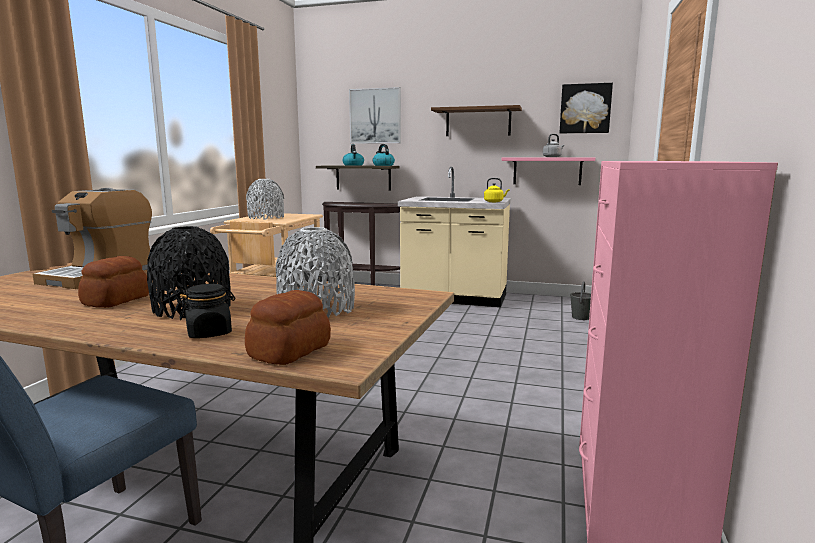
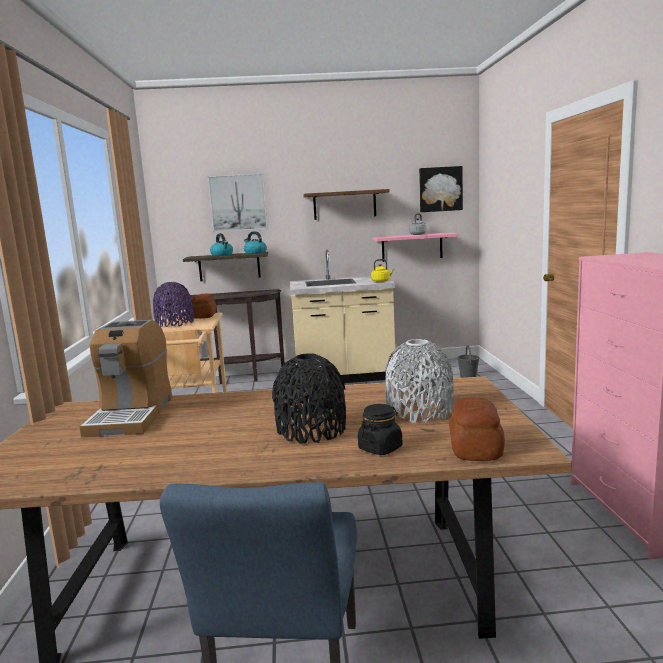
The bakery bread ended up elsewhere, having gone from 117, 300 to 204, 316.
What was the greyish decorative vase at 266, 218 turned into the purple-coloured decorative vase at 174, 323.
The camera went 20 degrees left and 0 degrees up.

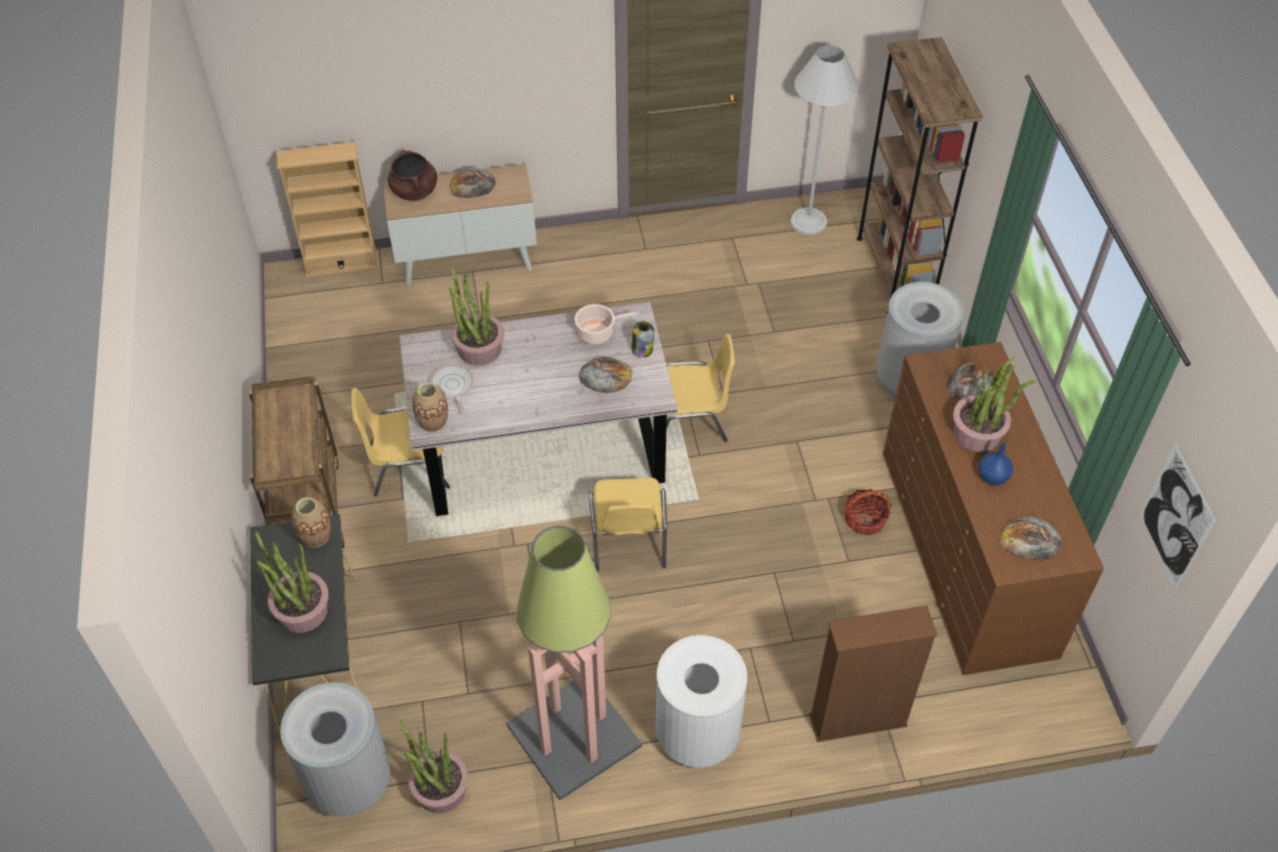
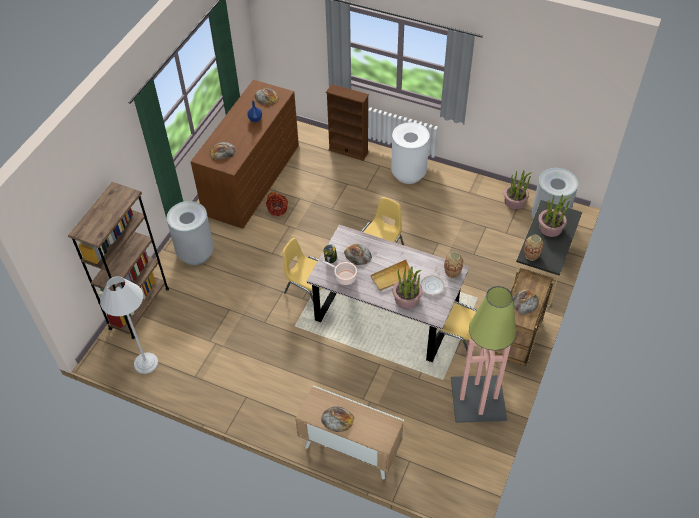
The second view lost the sand-coloured shelving unit at 342, 264.
The second view lost the brown-coloured stockpot at 414, 191.
The second view lost the potted plant at 978, 433.
The second view lost the wall picture at 1175, 517.
The second view gained the sand-coloured tray at 393, 277.
The second view gained the bakery bread at 525, 302.
The standing lamp ended up elsewhere, having gone from 573, 737 to 478, 398.
The camera went 145 degrees left and 0 degrees up.

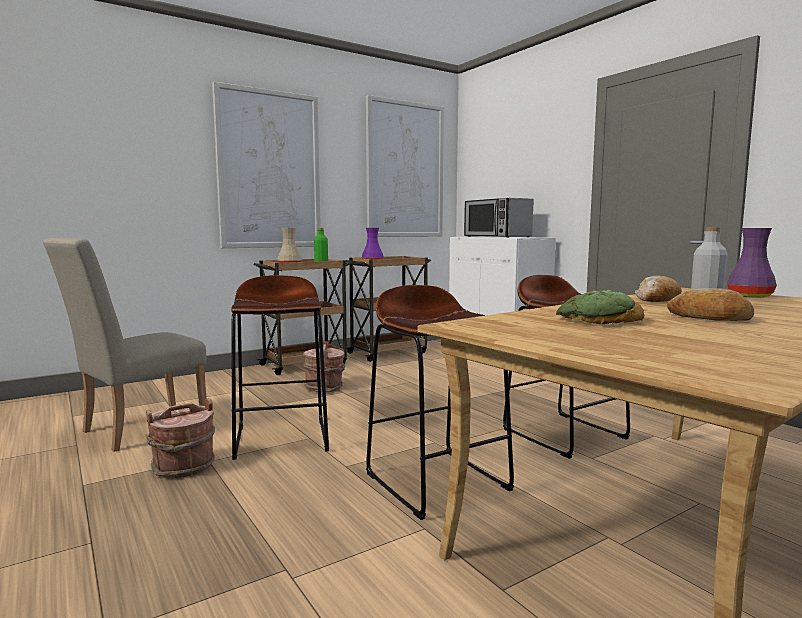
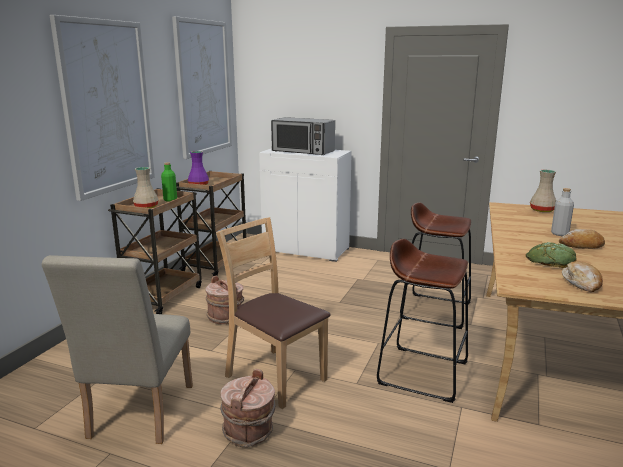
The bakery bread ended up elsewhere, having gone from 657, 299 to 582, 283.
Where the brown-coloured stool stood at 282, 438, the brown-coloured plain chair came to stand at 275, 377.
What was the purple-coloured decorative vase at 748, 296 turned into the sand-coloured decorative vase at 541, 210.
The camera went 35 degrees left and 10 degrees up.

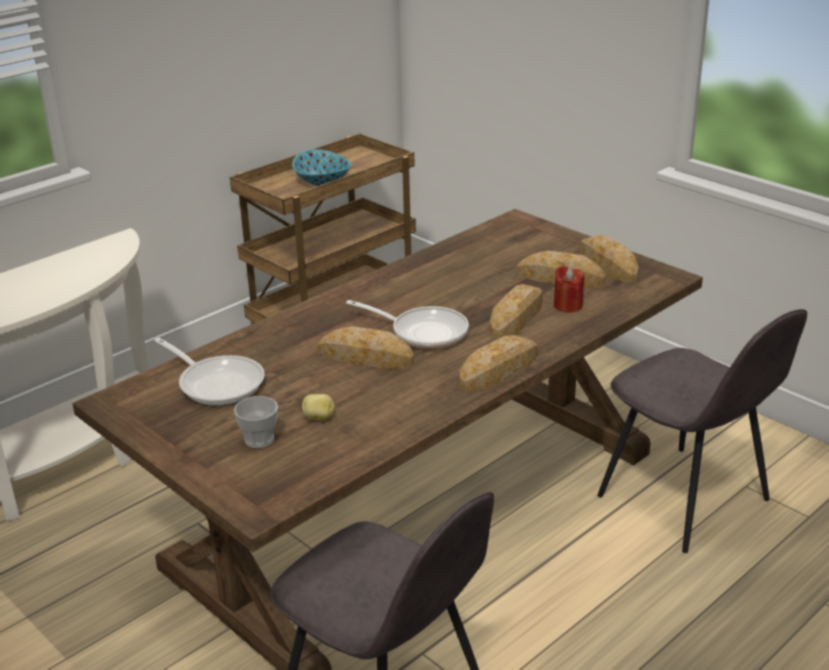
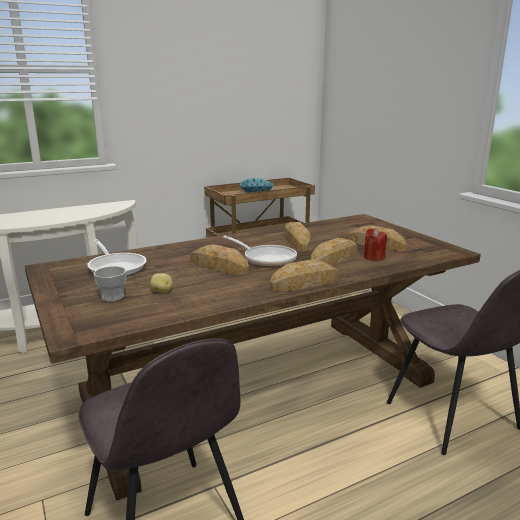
The bakery bread ended up elsewhere, having gone from 607, 264 to 296, 241.
The camera went 15 degrees right and 10 degrees down.

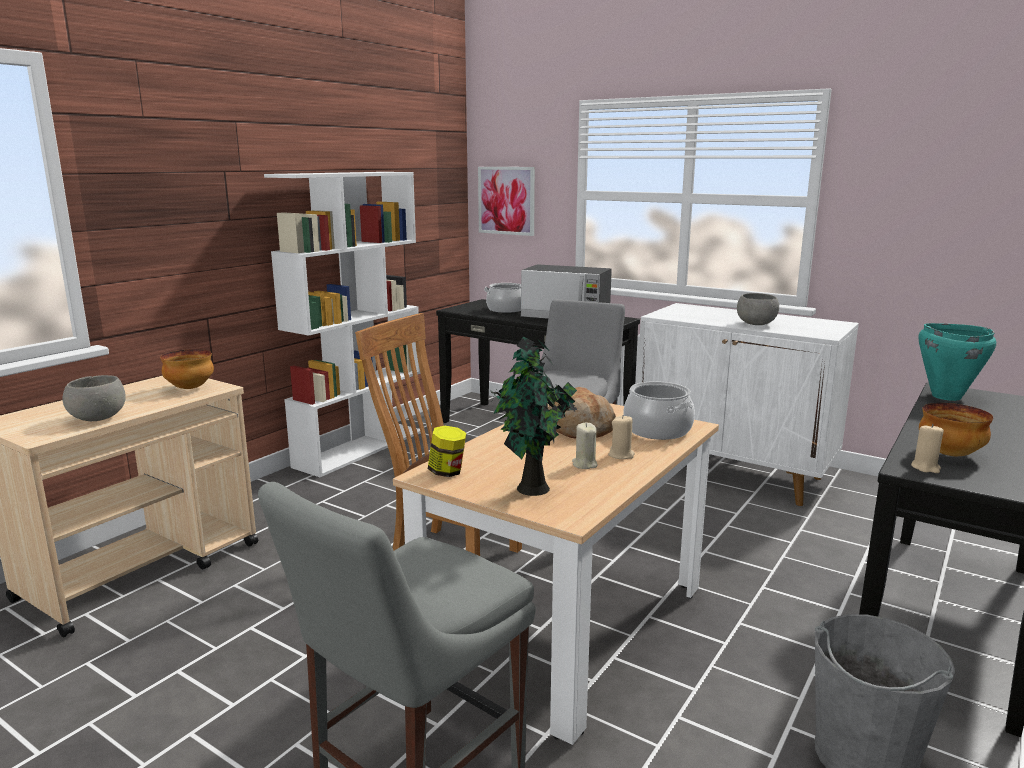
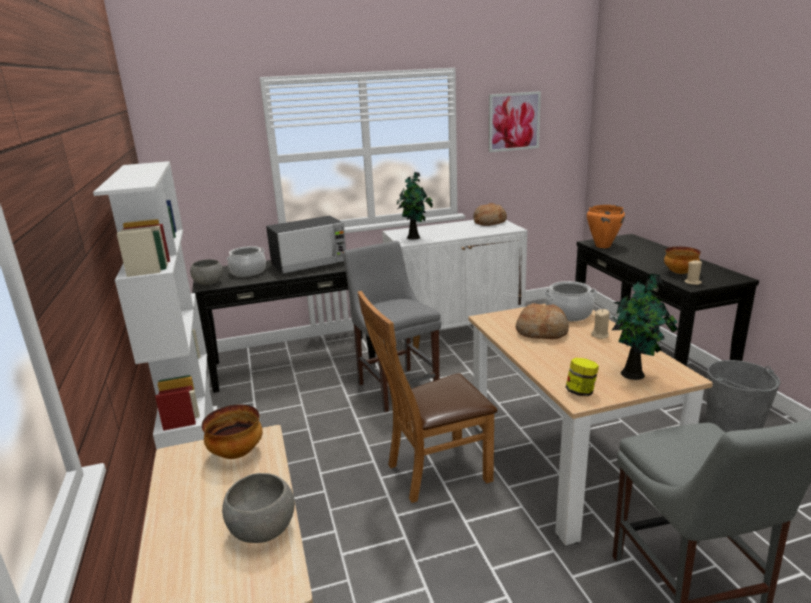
The second view lost the sand-coloured candle at 584, 464.
The second view gained the potted plant at 414, 237.
The second view gained the bakery bread at 489, 222.
The wall picture ended up elsewhere, having gone from 506, 200 to 513, 121.
The greyish deep dish ended up elsewhere, having gone from 756, 324 to 209, 283.
What was the turquoise stockpot at 945, 396 turned into the orange stockpot at 602, 246.
The camera went 50 degrees left and 5 degrees up.

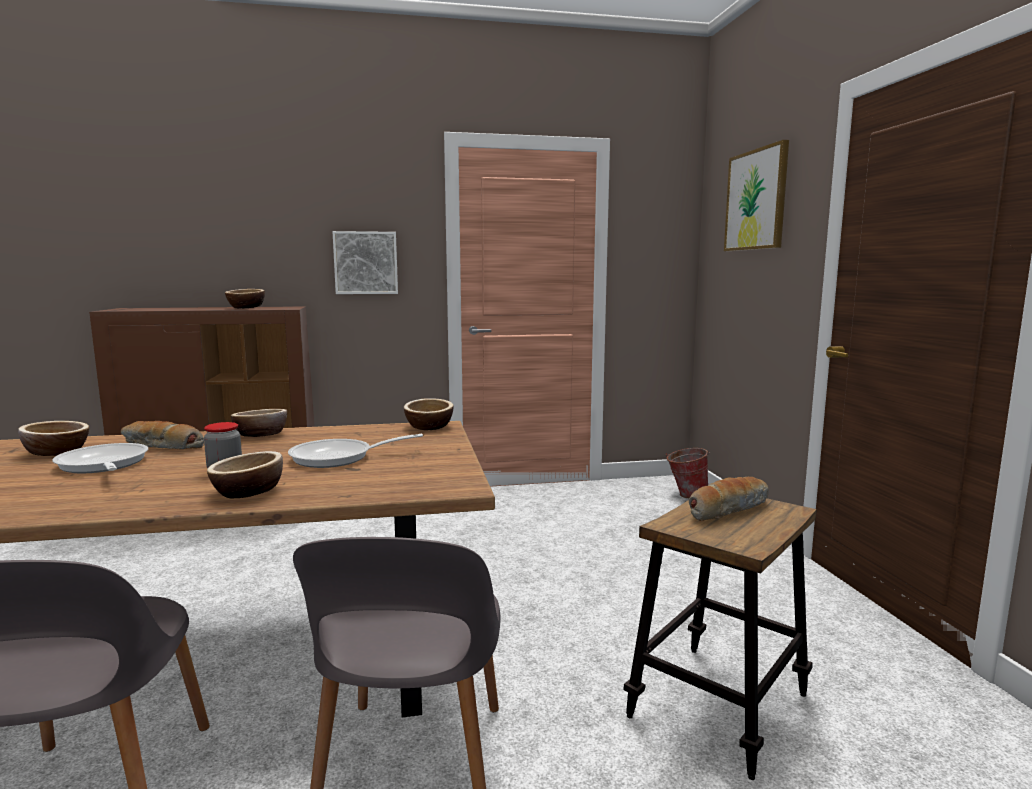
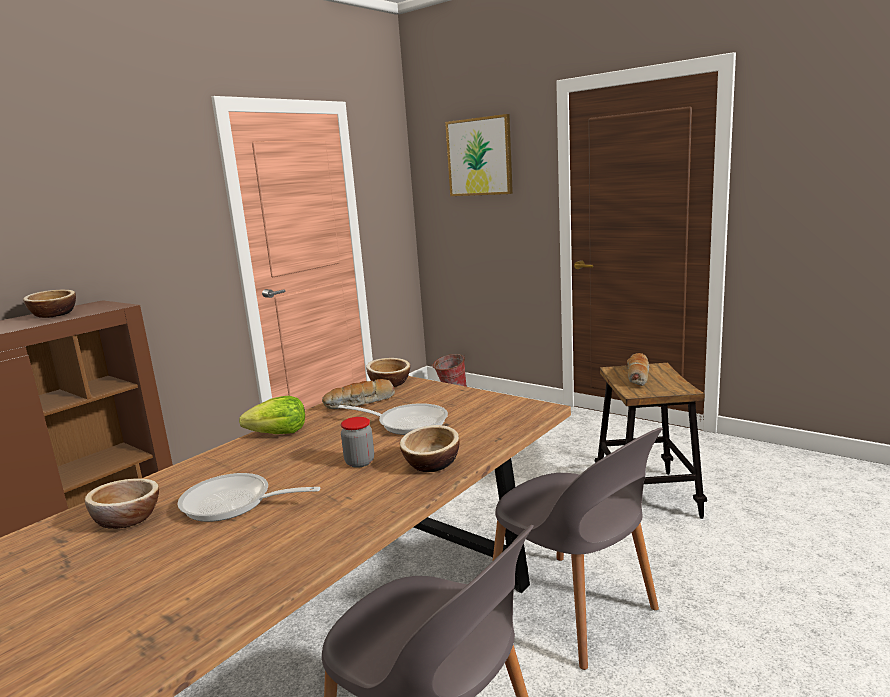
The second view lost the wall picture at 366, 263.
The bakery bread ended up elsewhere, having gone from 161, 446 to 360, 403.
Where the deep dish stood at 261, 435, the lettuce head came to stand at 279, 433.
The pan at 339, 458 ended up facing another way, 105 degrees counterclockwise from before.
The camera went 40 degrees left and 5 degrees up.

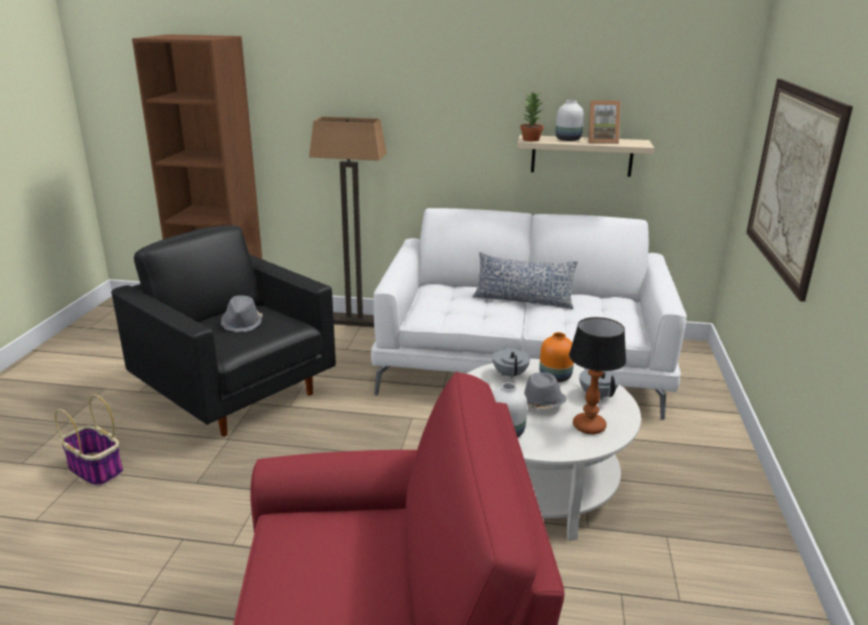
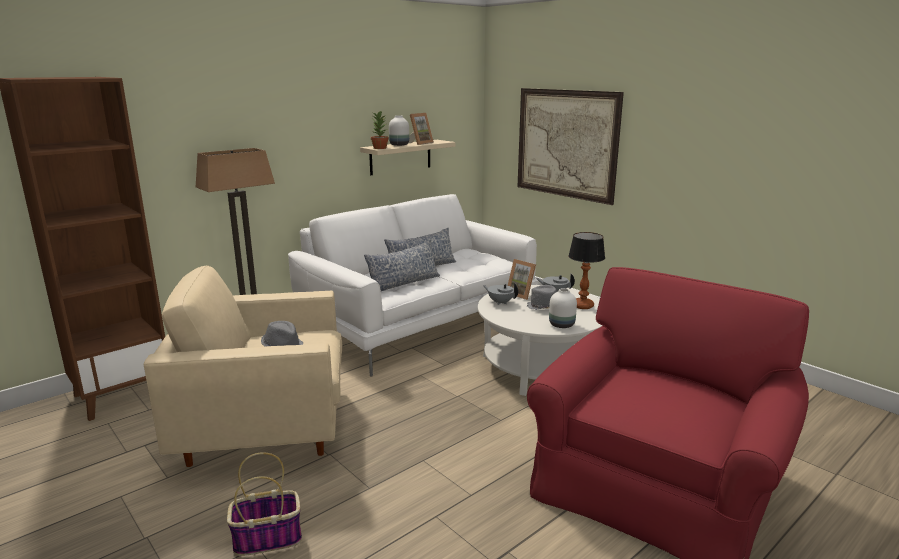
The second view gained the cushion at 403, 283.
Where the orange decorative vase stood at 556, 377, the photo frame came to stand at 522, 294.
What was the black-coloured easy chair at 236, 393 turned into the sand-coloured easy chair at 266, 428.
The camera went 50 degrees left and 5 degrees down.

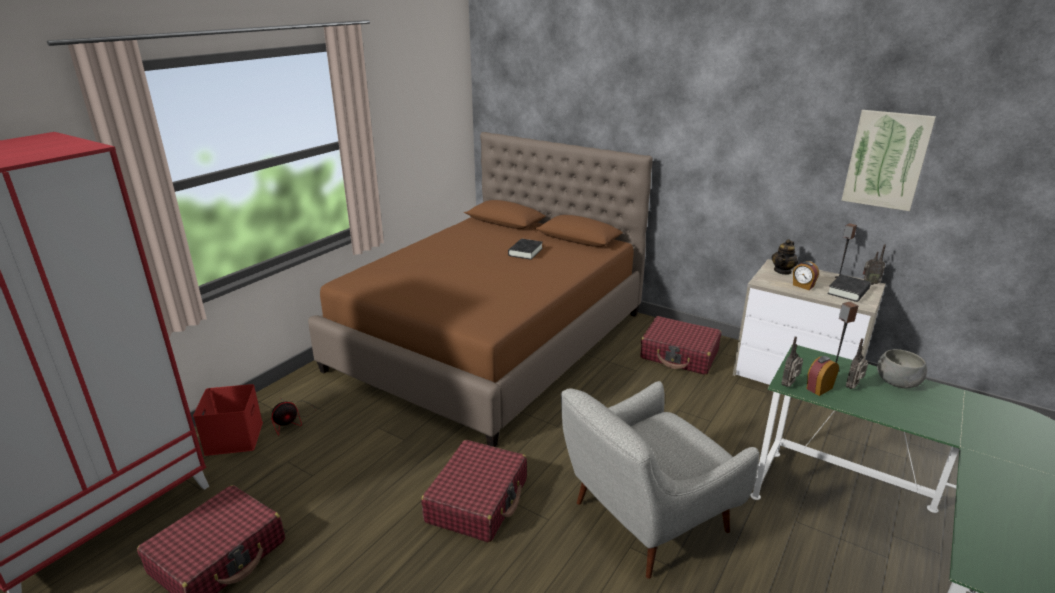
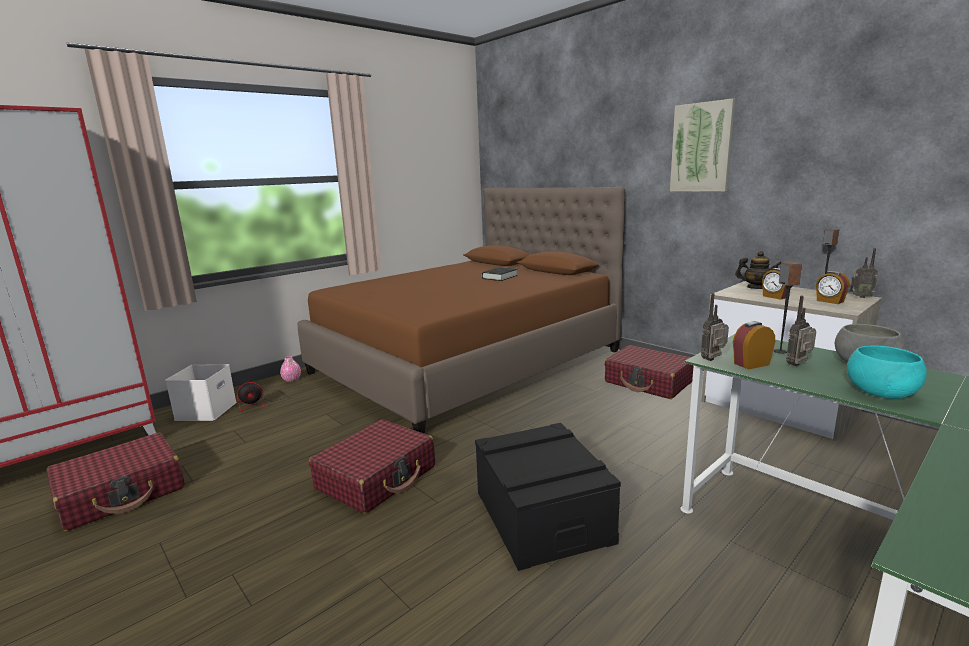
The second view gained the pink decorative vase at 291, 379.
The second view gained the turquoise deep dish at 880, 392.
The wall picture ended up elsewhere, having gone from 886, 160 to 701, 147.
Where the greyish easy chair stood at 644, 520, the black-coloured storage box came to stand at 542, 516.
Where the black-coloured book stood at 848, 291, the alarm clock came to stand at 829, 301.
What was the red storage box at 233, 437 turned into the white-coloured storage box at 206, 410.
The pot for tea at 782, 271 ended up facing another way, 120 degrees counterclockwise from before.
The camera went 15 degrees right and 10 degrees down.

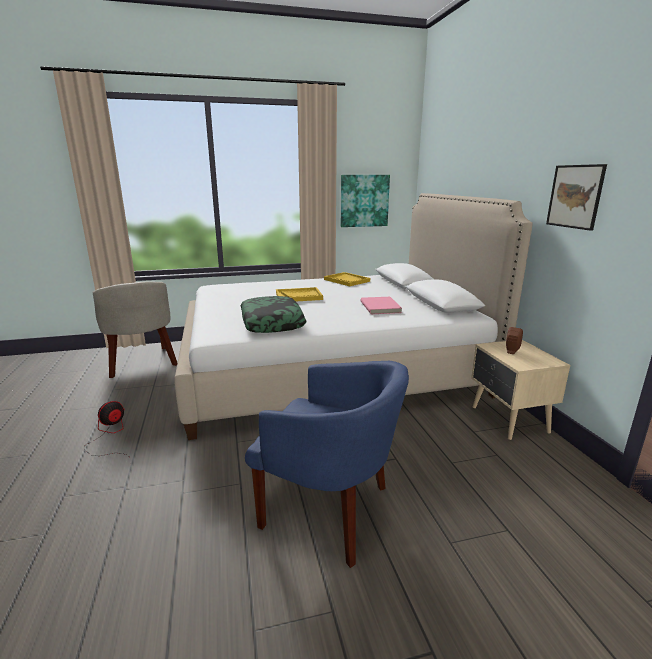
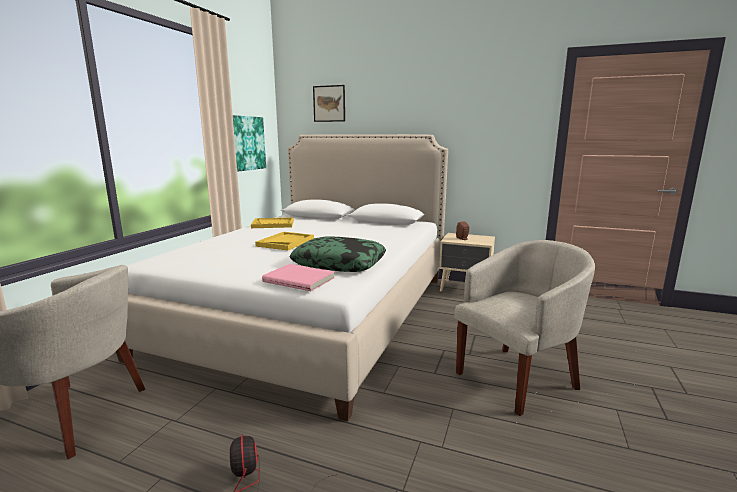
The pink book ended up elsewhere, having gone from 381, 307 to 300, 279.
The wall picture ended up elsewhere, having gone from 575, 196 to 329, 103.
What was the blue-coloured easy chair at 330, 510 turned into the sand-coloured easy chair at 517, 378.
The camera went 55 degrees left and 5 degrees down.

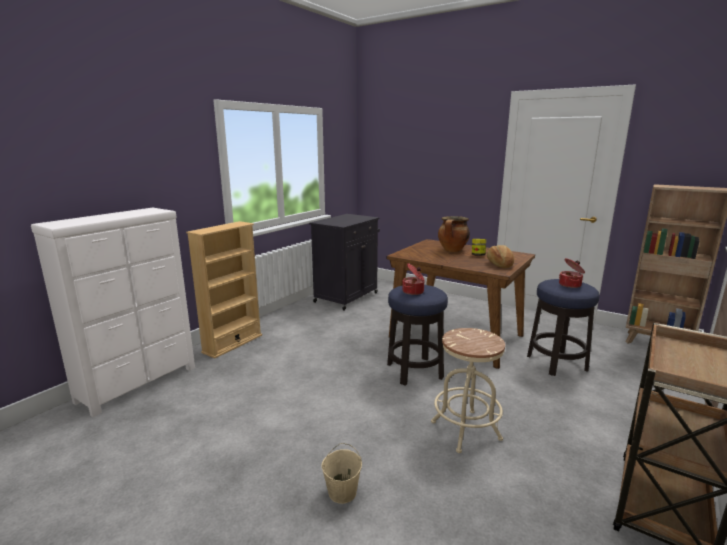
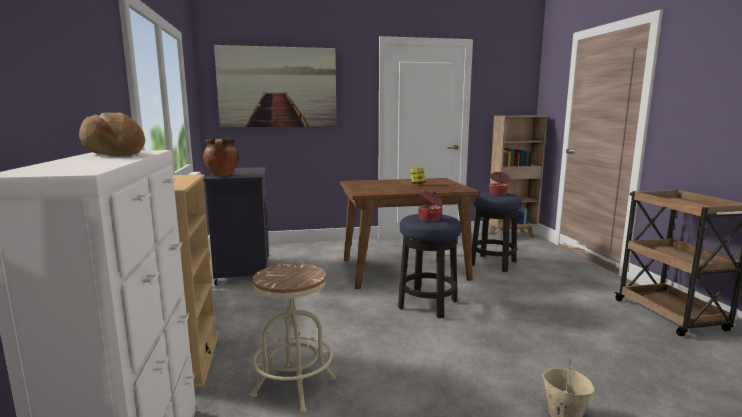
The second view gained the wall picture at 278, 87.
The sand-coloured stool ended up elsewhere, having gone from 465, 430 to 294, 387.
The stockpot ended up elsewhere, having gone from 452, 250 to 222, 175.
The bakery bread ended up elsewhere, having gone from 499, 264 to 115, 154.
The camera went 45 degrees left and 5 degrees down.

